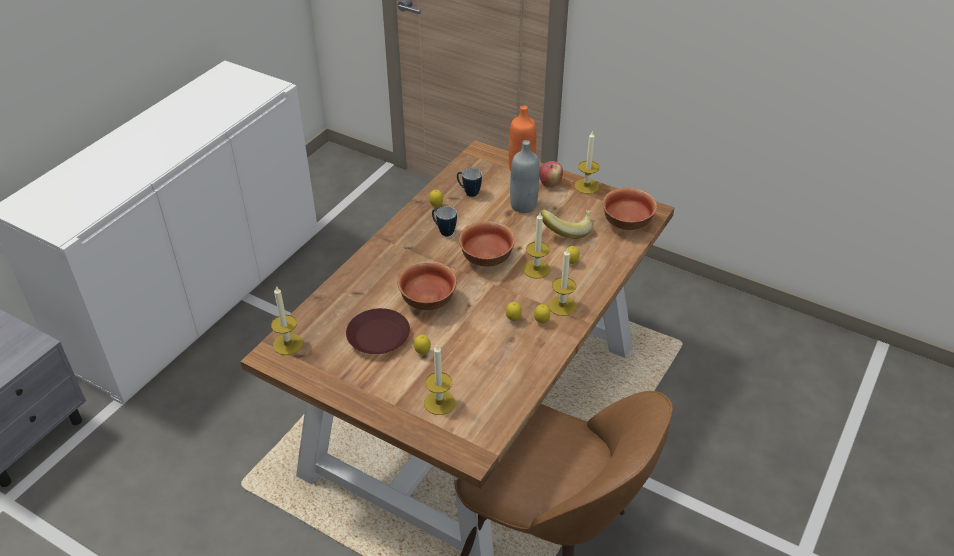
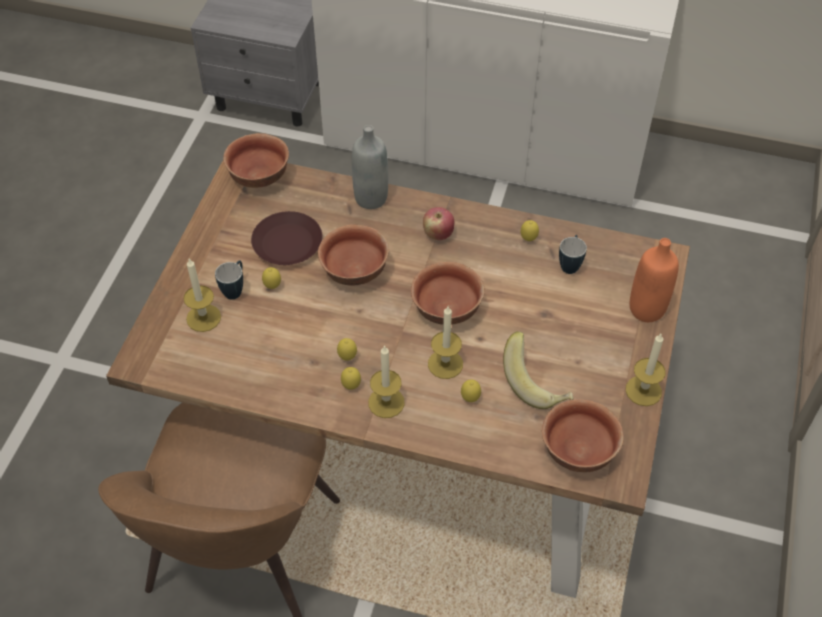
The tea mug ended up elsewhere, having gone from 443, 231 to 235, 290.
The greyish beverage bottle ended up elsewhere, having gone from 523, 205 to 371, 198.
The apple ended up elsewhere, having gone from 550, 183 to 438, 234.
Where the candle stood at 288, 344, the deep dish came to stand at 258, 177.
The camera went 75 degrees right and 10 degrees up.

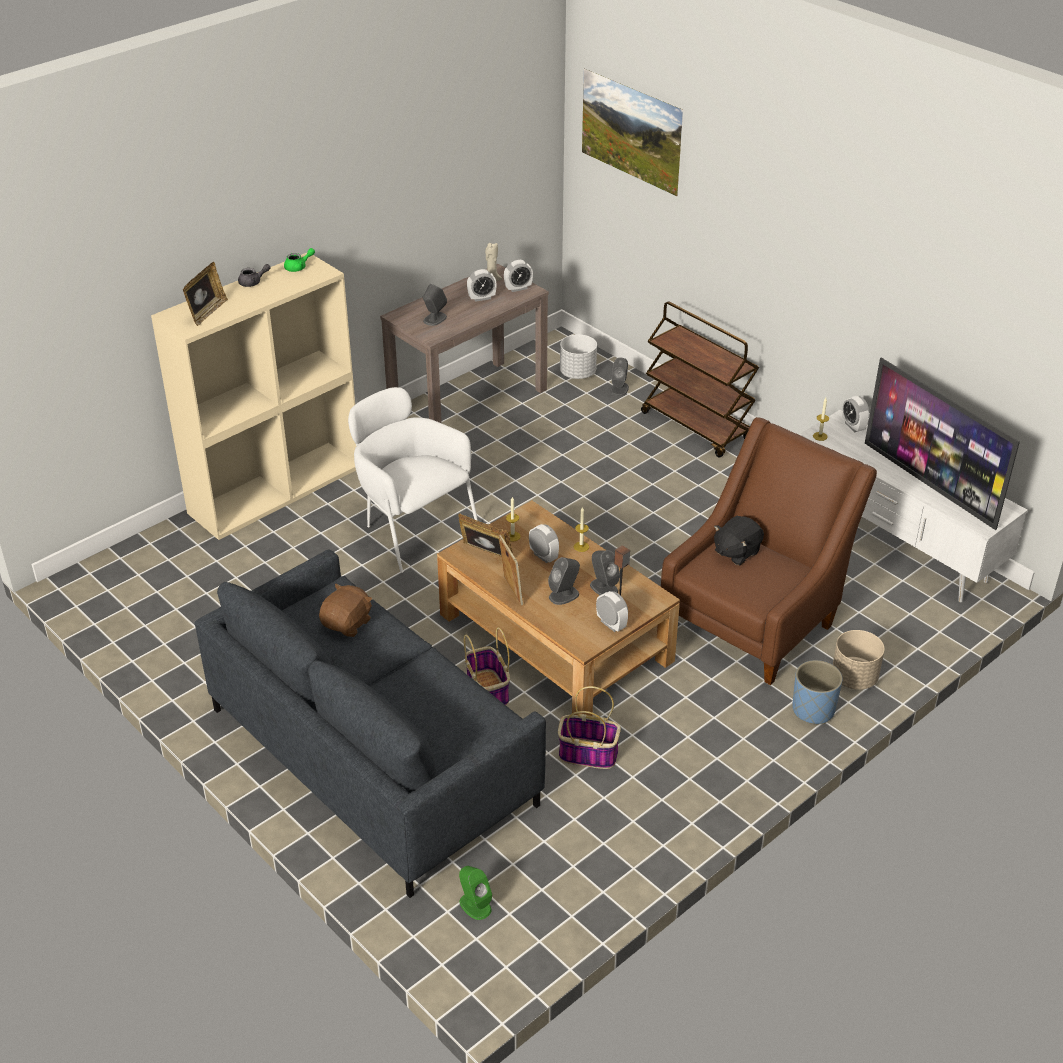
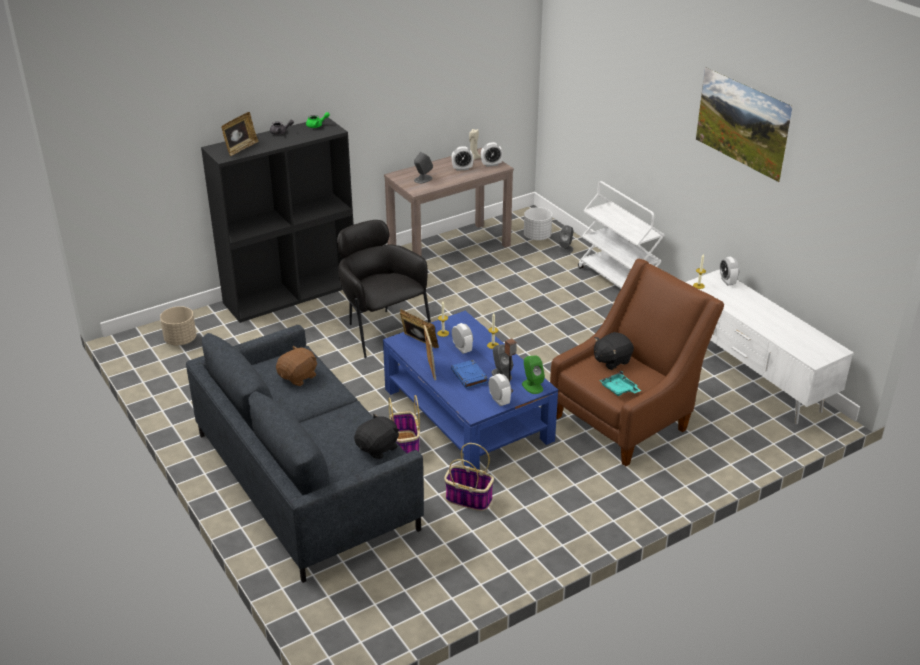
The second view lost the blue-coloured plant pot at 813, 710.
The second view lost the TV at 930, 484.
The second view gained the black-coloured plush toy at 378, 448.
The second view gained the turquoise tray at 619, 389.
The green-coloured speaker ended up elsewhere, having gone from 475, 905 to 532, 386.
The wall picture ended up elsewhere, having gone from 629, 153 to 738, 142.
The sand-coloured plant pot ended up elsewhere, having gone from 854, 678 to 181, 340.
Where the greyish speaker stood at 564, 595, the blue-coloured book came to stand at 469, 377.
What was the sand-coloured shelving unit at 276, 489 turned into the black-coloured shelving unit at 291, 293.
What was the white-coloured easy chair at 411, 529 turned into the black-coloured easy chair at 381, 329.
What was the brown-coloured lounge table at 554, 637 turned into the blue-coloured lounge table at 467, 414.
What was the brown-coloured cart at 697, 426 turned into the white-coloured cart at 618, 281.
The camera went 10 degrees right and 5 degrees down.

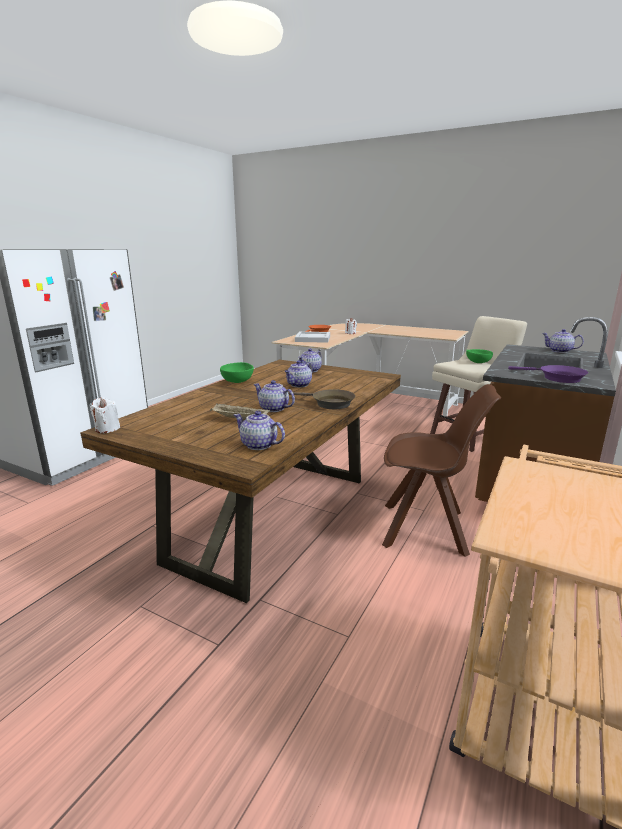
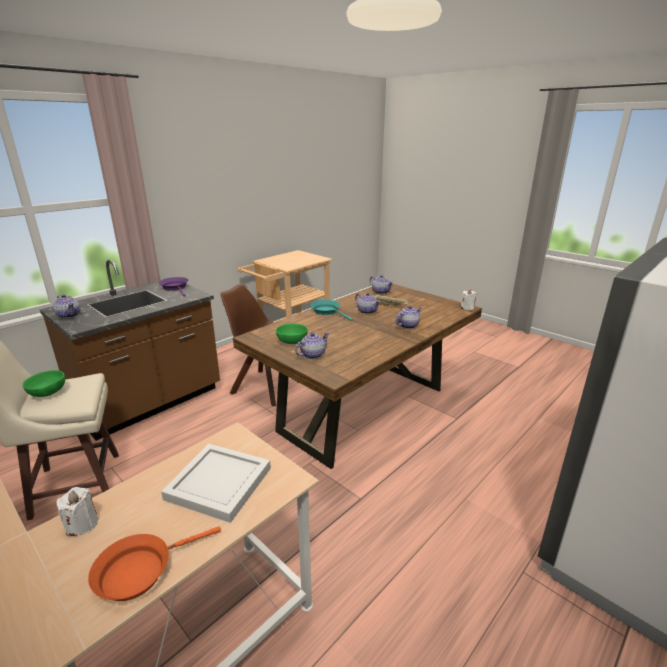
The green-coloured deep dish ended up elsewhere, having gone from 238, 381 to 291, 342.
The pot for tea ended up elsewhere, having gone from 299, 385 to 408, 325.
What was the brown-coloured pan at 329, 403 turned into the turquoise pan at 327, 311.
The camera went 165 degrees left and 5 degrees up.

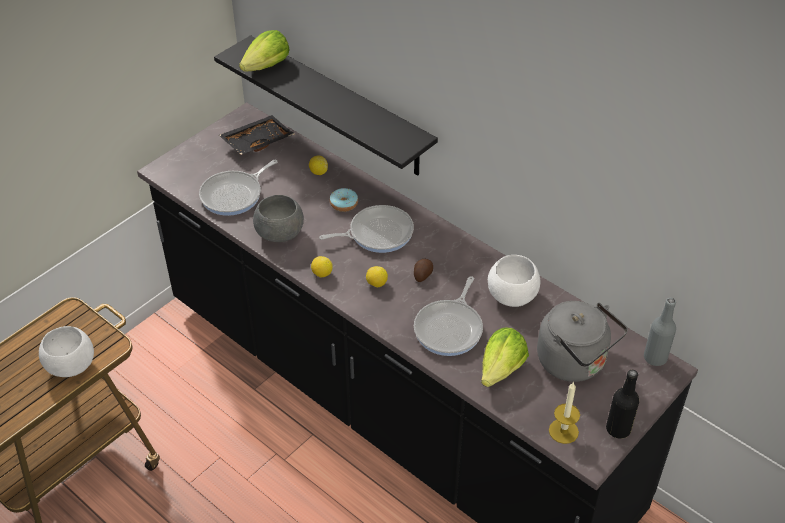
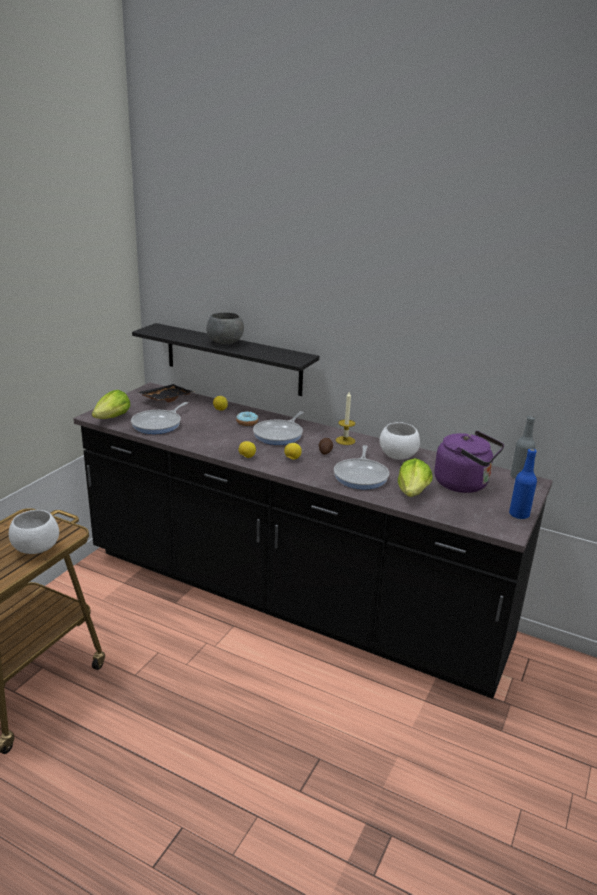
The lettuce head ended up elsewhere, having gone from 267, 66 to 112, 418.
The greyish deep dish ended up elsewhere, having gone from 280, 235 to 225, 343.
The candle ended up elsewhere, having gone from 563, 431 to 345, 440.
What was the greyish water kettle at 575, 362 turned into the purple-coloured water kettle at 464, 484.
What was the black-coloured beverage bottle at 618, 429 turned into the blue-coloured beverage bottle at 519, 514.
The pan at 377, 233 ended up facing another way, 150 degrees clockwise from before.
The camera went 15 degrees left and 20 degrees down.

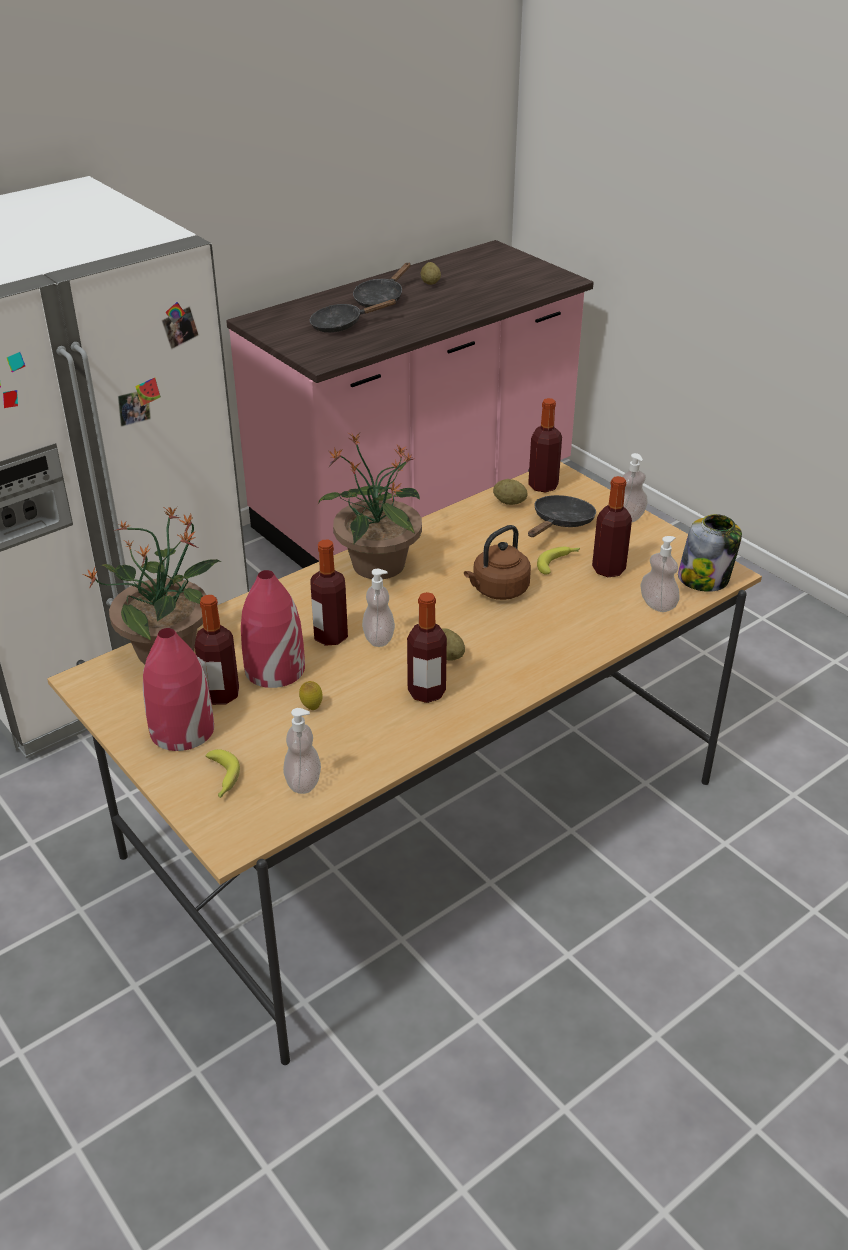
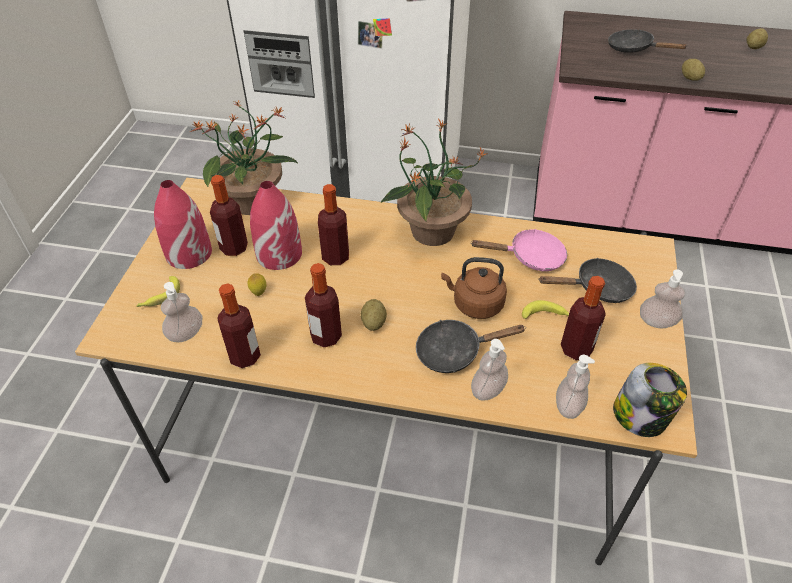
The second view gained the pink pan at 530, 257.
The black-coloured pan ended up elsewhere, having gone from 381, 299 to 454, 351.
The liquid soap bottle ended up elsewhere, having gone from 378, 638 to 488, 390.
The potato ended up elsewhere, having gone from 509, 502 to 690, 78.
The beverage bottle ended up elsewhere, having gone from 543, 486 to 245, 356.
The camera went 50 degrees right and 10 degrees up.

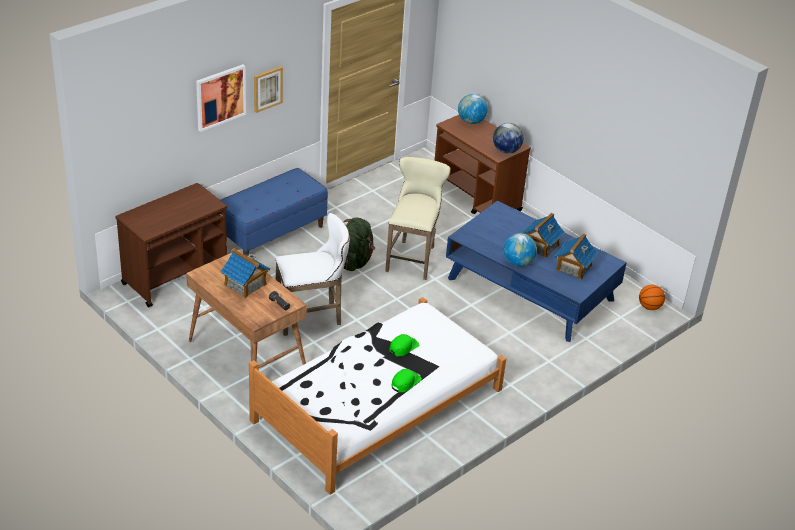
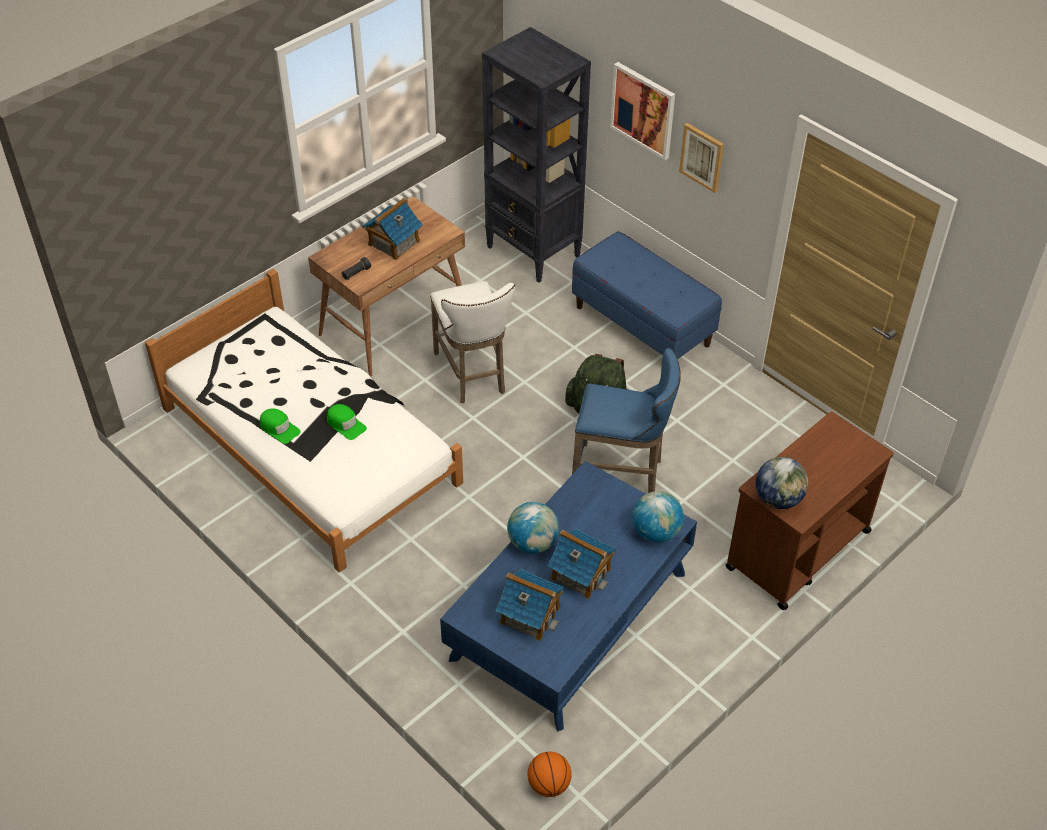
The globe ended up elsewhere, having gone from 471, 121 to 655, 532.
Where the brown-coloured cart stood at 176, 277, the black-coloured shelving unit came to stand at 534, 252.
What was the sand-coloured stool at 413, 257 turned into the blue-coloured stool at 622, 473.
The camera went 90 degrees right and 10 degrees up.

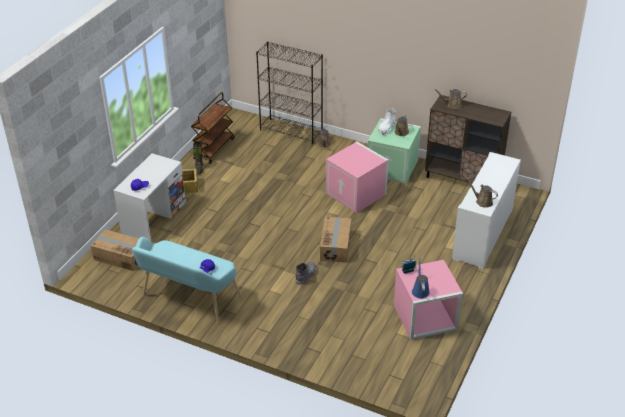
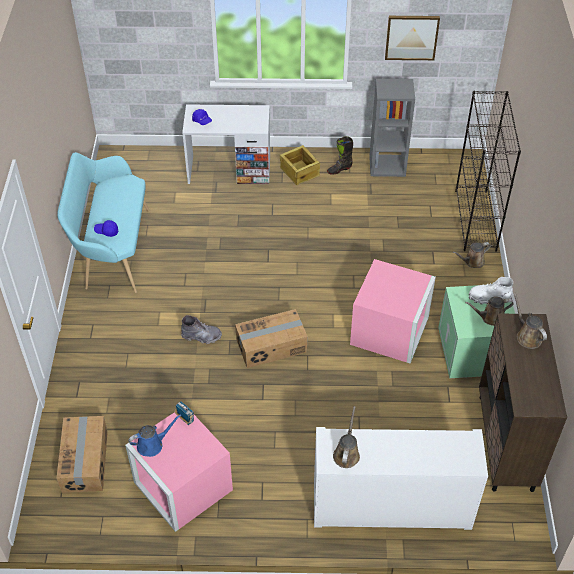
The second view gained the wall picture at 411, 37.
The cardboard box ended up elsewhere, having gone from 120, 256 to 85, 461.
Where the brown-coloured cart stood at 214, 148, the greyish shelving unit came to stand at 387, 166.
The camera went 65 degrees right and 10 degrees up.

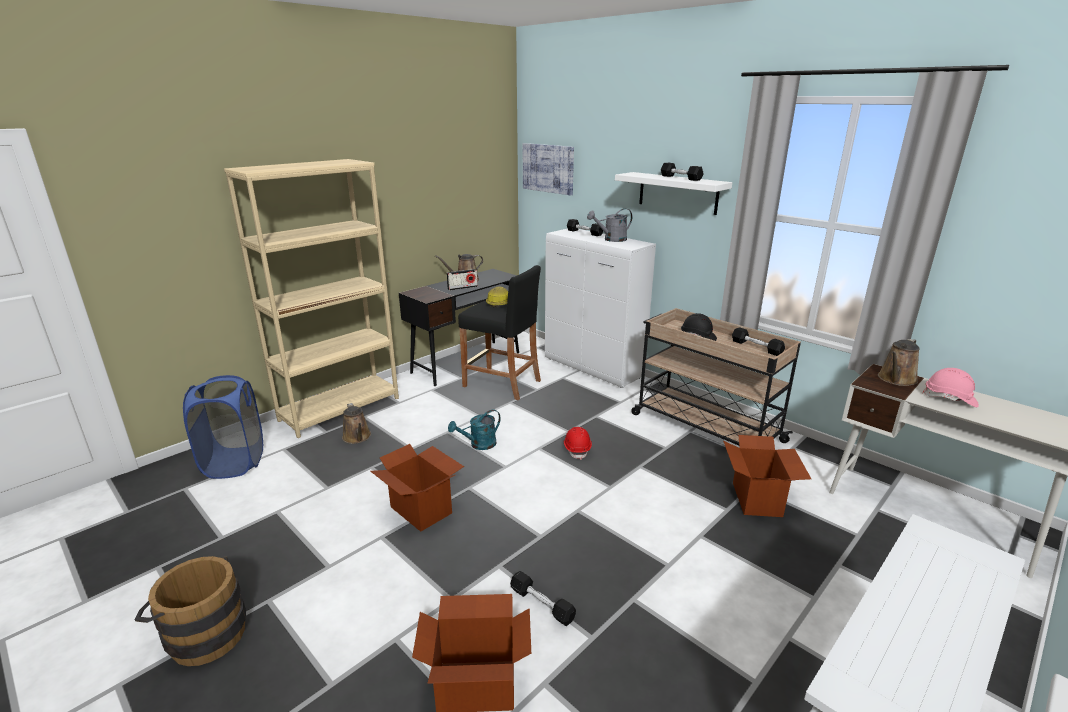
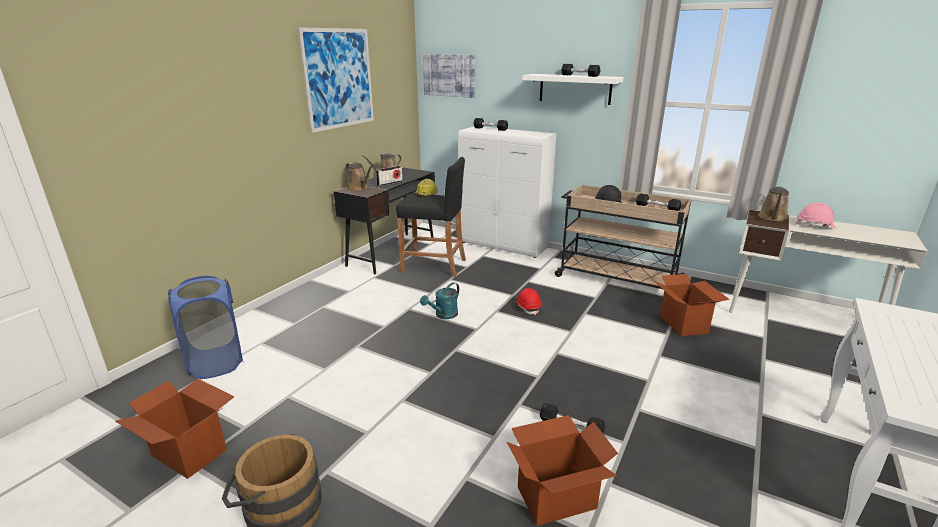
The second view lost the sand-coloured shelving unit at 340, 409.
The second view lost the greyish sprinkling can at 611, 239.
The second view gained the wall picture at 339, 79.
The brown-coloured sprinkling can ended up elsewhere, having gone from 357, 437 to 359, 188.
The cardboard box ended up elsewhere, having gone from 421, 509 to 190, 452.
The camera went 15 degrees left and 0 degrees up.

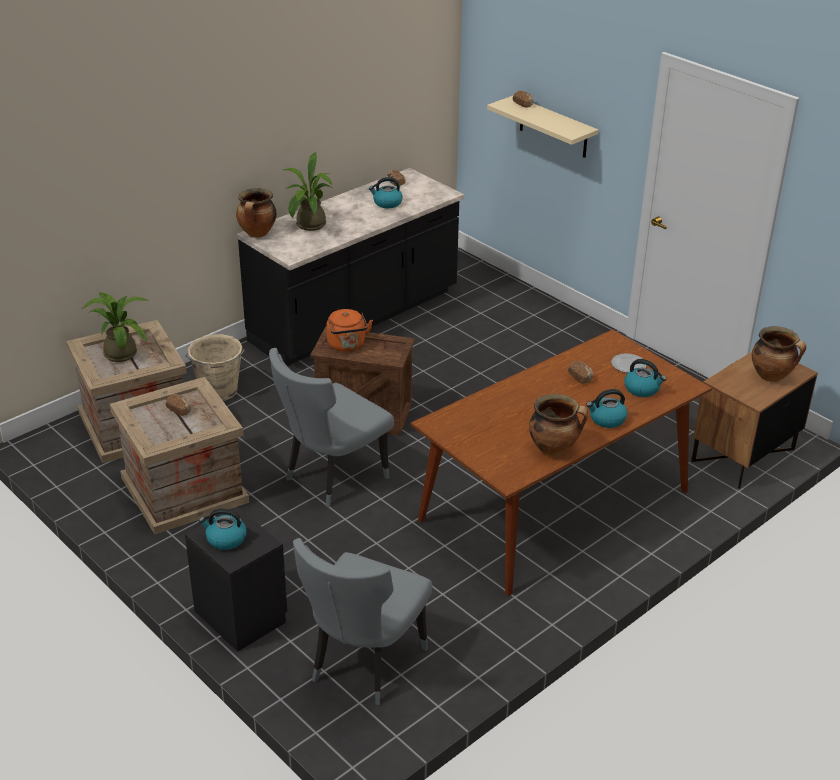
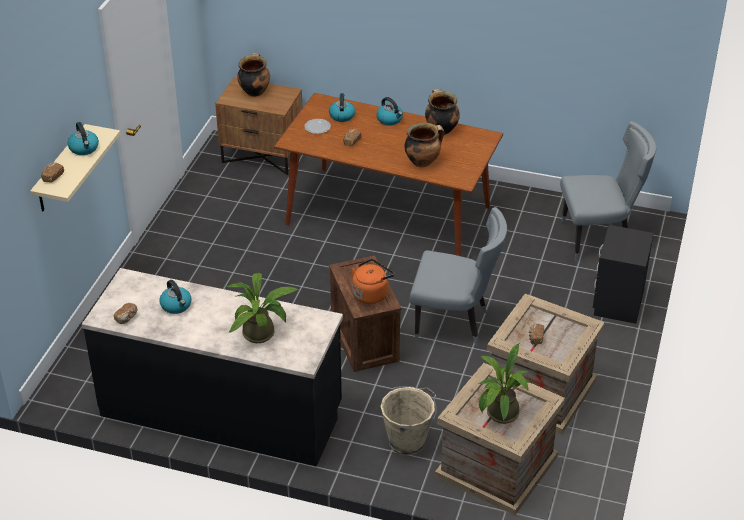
The water kettle ended up elsewhere, having gone from 225, 539 to 84, 148.
The stockpot ended up elsewhere, having gone from 257, 234 to 423, 162.
The camera went 120 degrees left and 5 degrees up.

